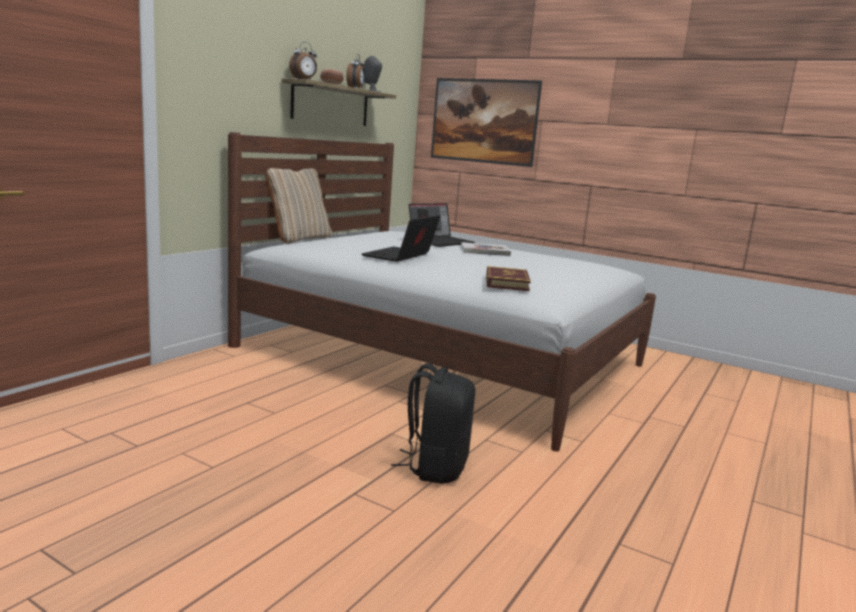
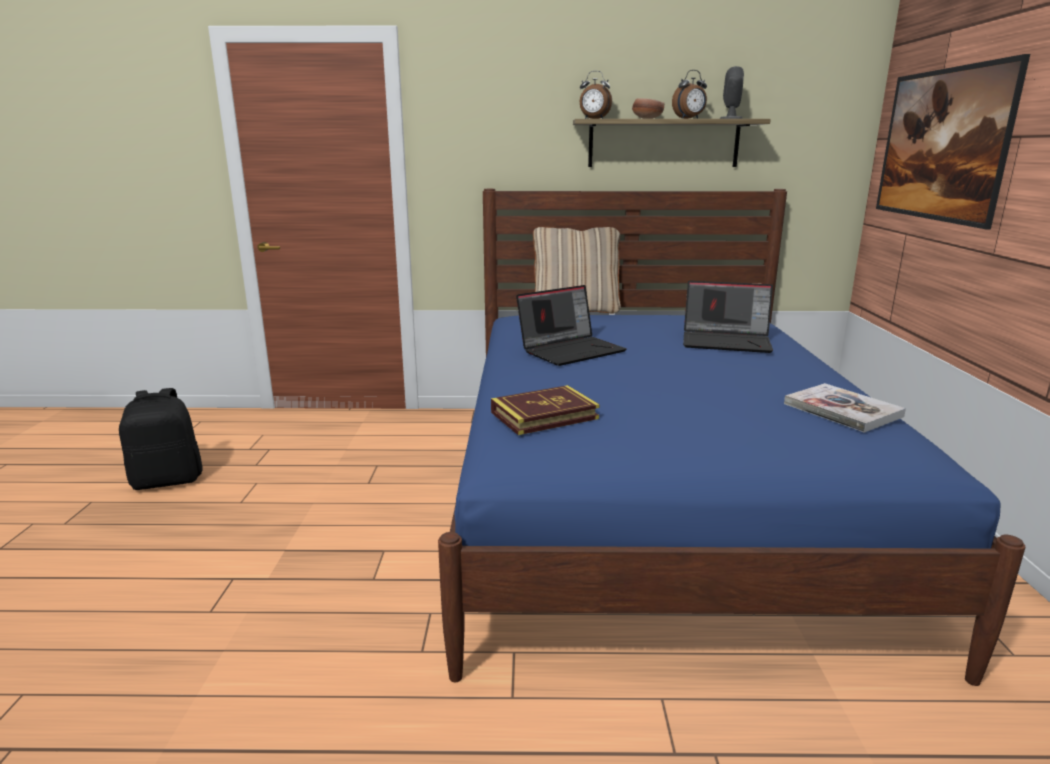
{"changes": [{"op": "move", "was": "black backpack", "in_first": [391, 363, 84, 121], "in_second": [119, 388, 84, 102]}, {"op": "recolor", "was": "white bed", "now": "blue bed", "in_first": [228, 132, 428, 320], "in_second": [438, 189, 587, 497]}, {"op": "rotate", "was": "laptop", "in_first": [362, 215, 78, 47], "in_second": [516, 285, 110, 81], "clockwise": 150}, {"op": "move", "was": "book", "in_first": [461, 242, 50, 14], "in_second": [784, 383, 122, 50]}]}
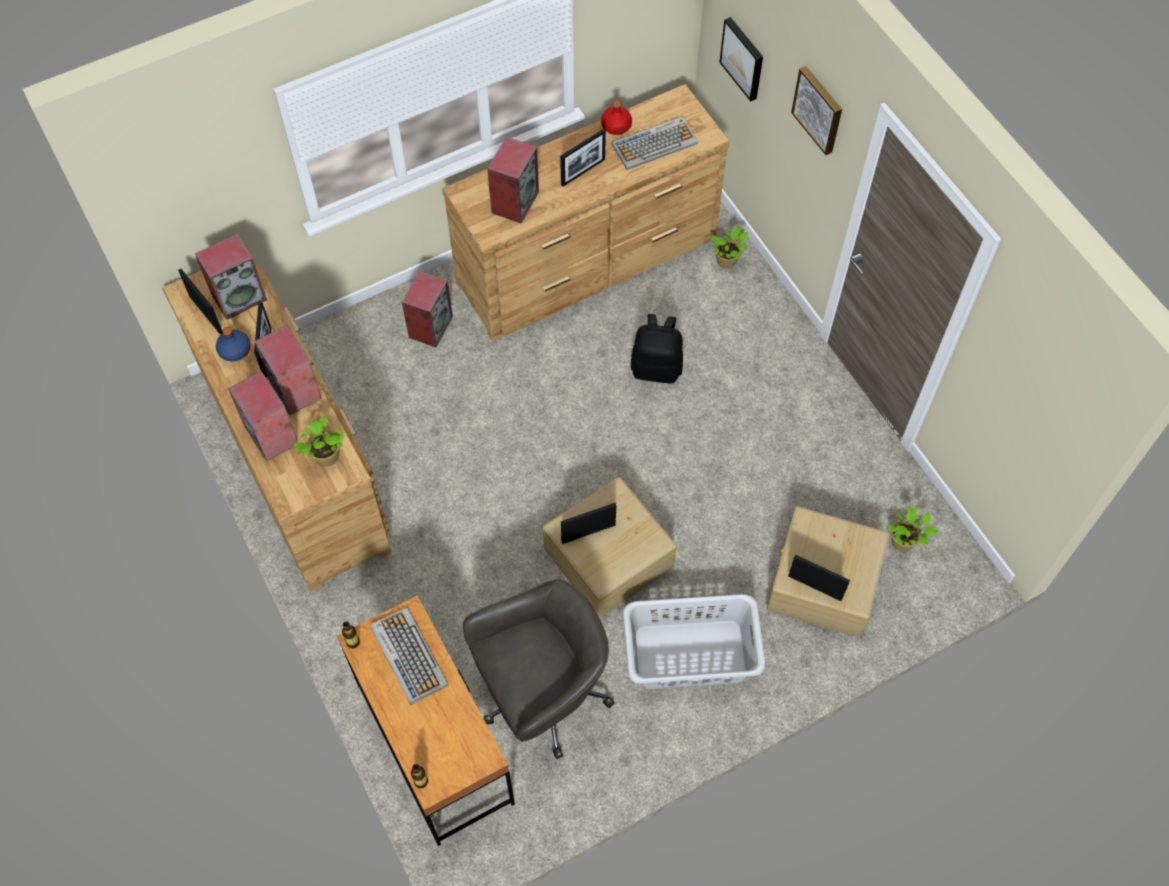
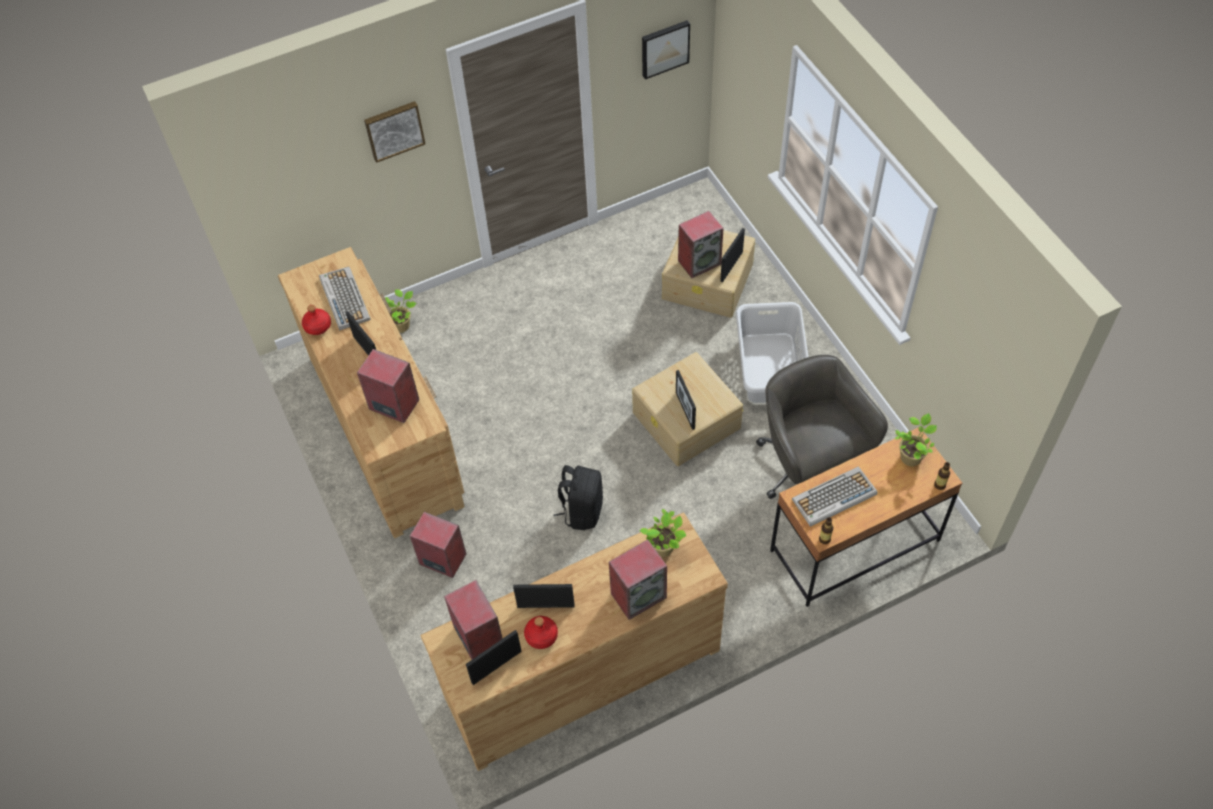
{"changes": [{"op": "recolor", "was": "blue bottle", "now": "red bottle", "in_first": [216, 327, 35, 34], "in_second": [524, 616, 34, 33]}, {"op": "move", "was": "black backpack", "in_first": [631, 314, 52, 69], "in_second": [553, 465, 50, 65]}, {"op": "move", "was": "picture", "in_first": [719, 17, 44, 85], "in_second": [642, 20, 48, 60]}, {"op": "move", "was": "speaker", "in_first": [254, 325, 68, 90], "in_second": [678, 211, 46, 67]}, {"op": "move", "was": "potted plant", "in_first": [886, 505, 52, 47], "in_second": [895, 413, 42, 53]}]}
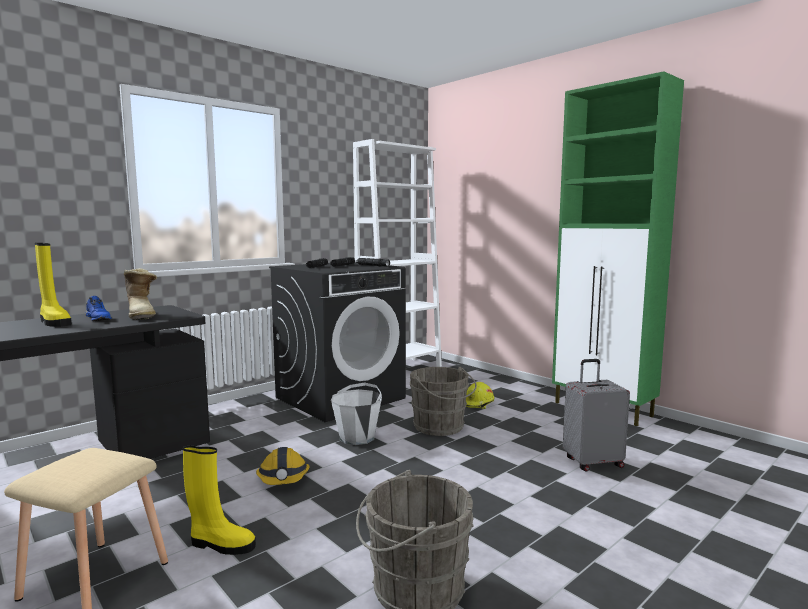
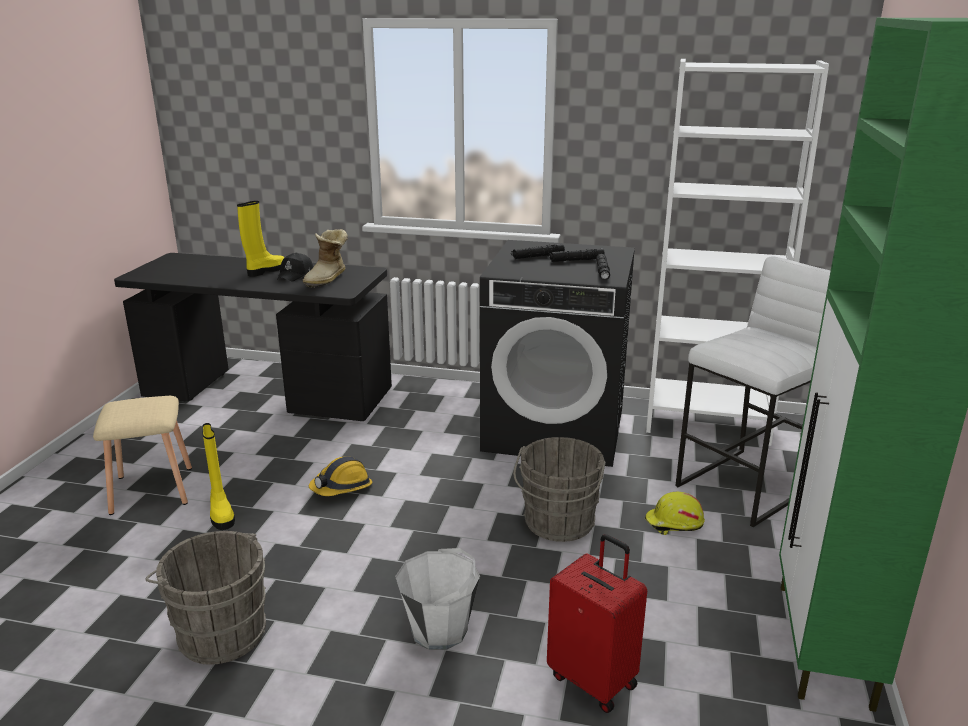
{"changes": [{"op": "rotate", "was": "yellow boot", "in_first": [35, 243, 37, 84], "in_second": [237, 201, 48, 76], "clockwise": -150}, {"op": "replace", "was": "blue shoe", "now": "black cap", "in_first": [85, 296, 26, 25], "in_second": [277, 252, 36, 29]}, {"op": "move", "was": "white bucket", "in_first": [331, 382, 51, 63], "in_second": [395, 548, 85, 102]}, {"op": "recolor", "was": "grey suitcase", "now": "red suitcase", "in_first": [563, 359, 67, 113], "in_second": [547, 534, 100, 179]}, {"op": "insert", "now": "white stool", "in_second": [675, 256, 156, 271]}]}
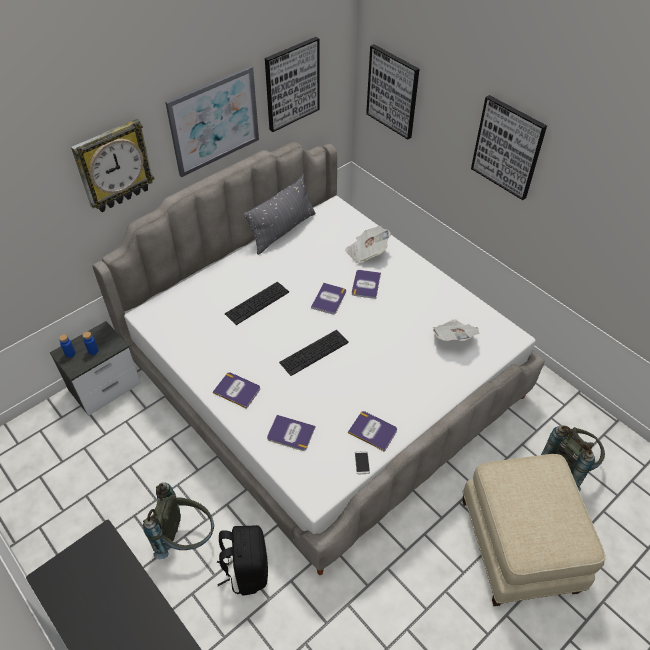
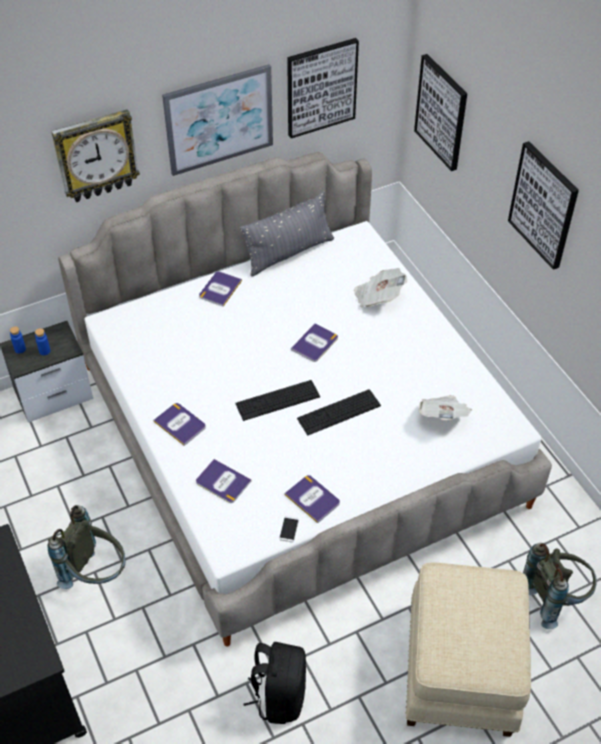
{"changes": [{"op": "move", "was": "book", "in_first": [352, 270, 29, 29], "in_second": [199, 271, 43, 36]}, {"op": "move", "was": "black backpack", "in_first": [217, 525, 51, 70], "in_second": [243, 642, 63, 82]}, {"op": "move", "was": "keyboard", "in_first": [225, 282, 64, 43], "in_second": [297, 389, 84, 46]}]}
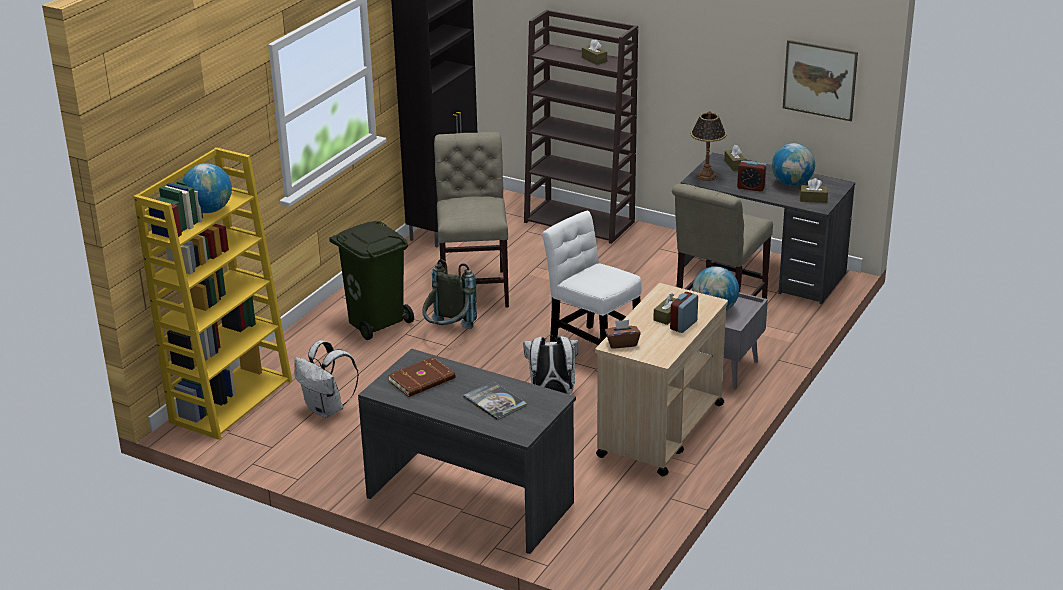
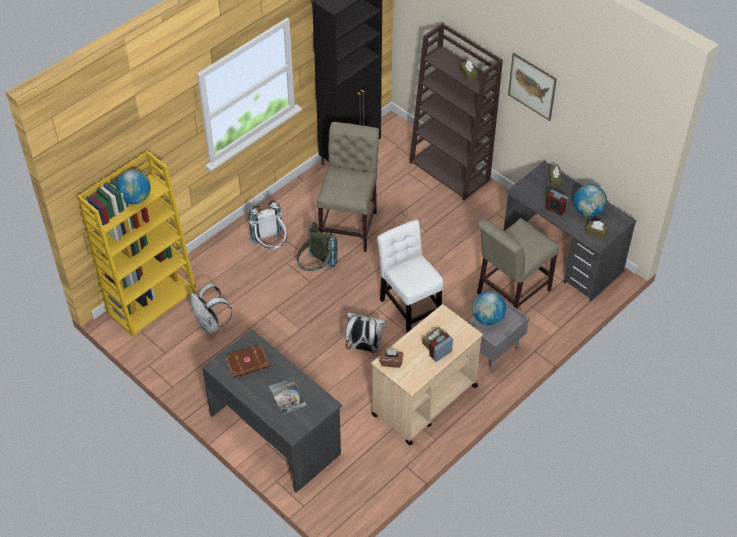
{"changes": [{"op": "replace", "was": "green trash can", "now": "white backpack", "in_first": [329, 221, 85, 119], "in_second": [249, 200, 38, 49]}, {"op": "move", "was": "picture", "in_first": [783, 40, 75, 81], "in_second": [508, 53, 49, 68]}, {"op": "delete", "was": "table lamp", "in_first": [690, 111, 37, 70]}]}
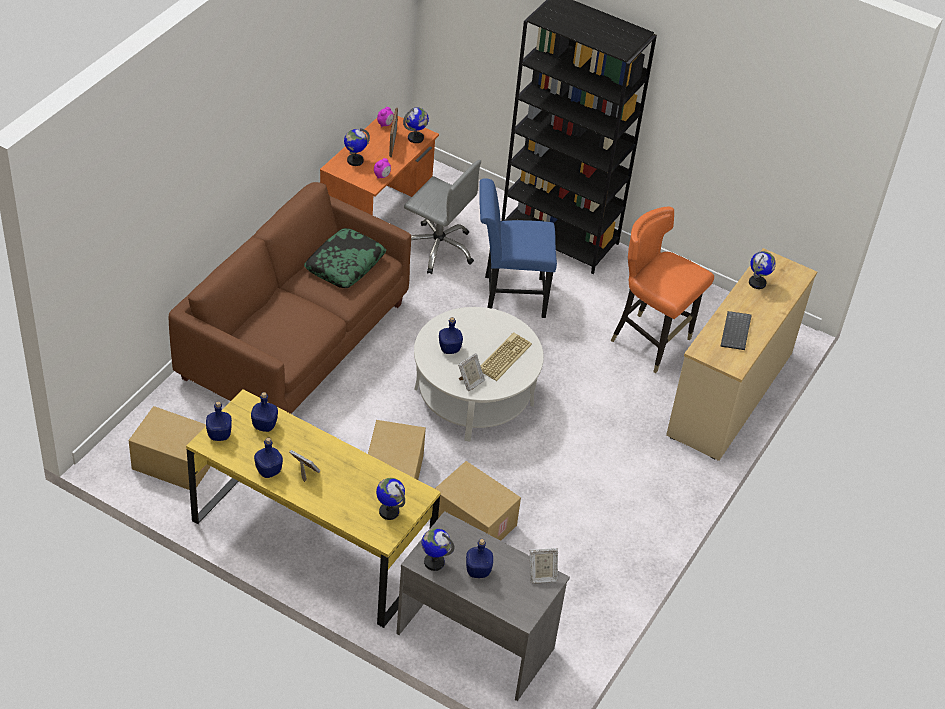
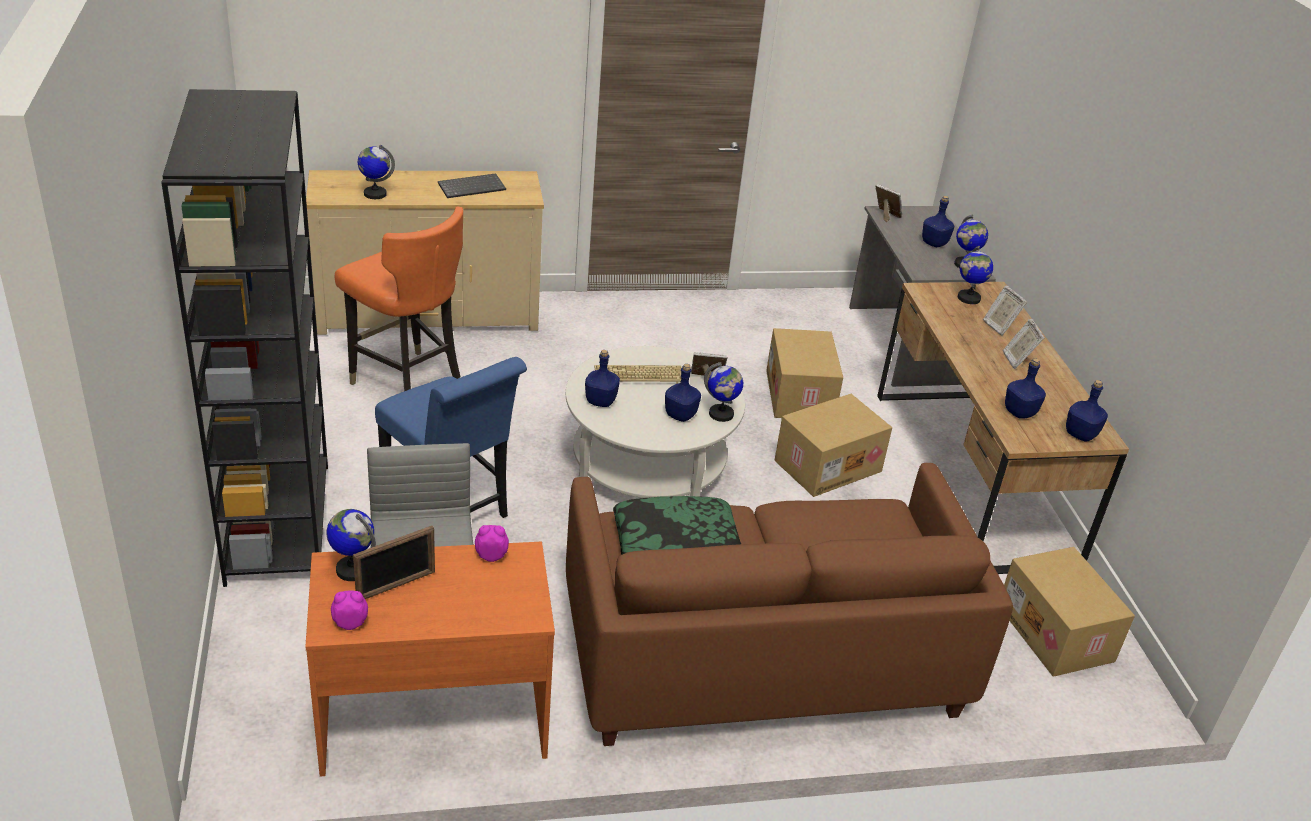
{"changes": [{"op": "rotate", "was": "orange chair", "in_first": [611, 207, 103, 166], "in_second": [335, 207, 128, 184], "clockwise": -45}, {"op": "move", "was": "blue bottle", "in_first": [254, 438, 29, 40], "in_second": [585, 350, 35, 57]}, {"op": "move", "was": "globe", "in_first": [344, 128, 26, 38], "in_second": [704, 362, 39, 60]}, {"op": "recolor", "was": "yellow desk", "now": "brown desk", "in_first": [186, 389, 255, 239], "in_second": [877, 282, 252, 292]}, {"op": "insert", "now": "picture frame", "in_second": [983, 285, 44, 51]}]}
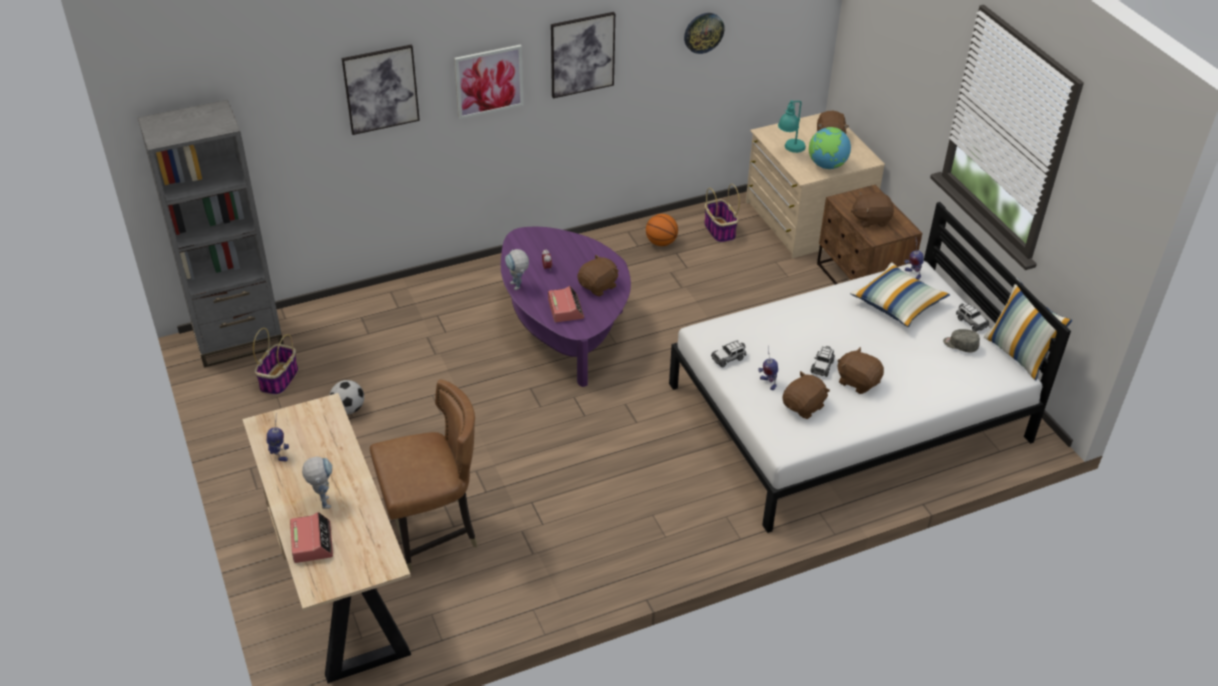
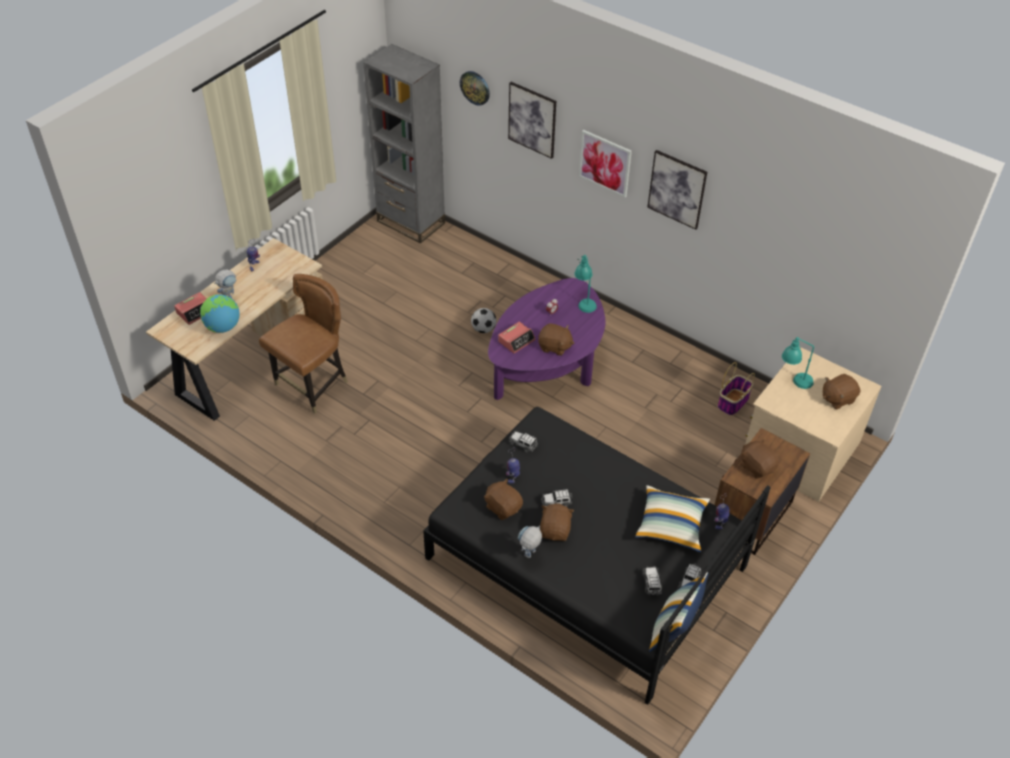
{"changes": [{"op": "move", "was": "globe", "in_first": [809, 127, 42, 42], "in_second": [200, 294, 40, 39]}, {"op": "rotate", "was": "brown chair", "in_first": [370, 379, 108, 193], "in_second": [259, 274, 89, 139], "clockwise": -90}, {"op": "recolor", "was": "white bed", "now": "black bed", "in_first": [669, 202, 402, 331], "in_second": [423, 407, 348, 298]}, {"op": "move", "was": "wall clock", "in_first": [684, 13, 41, 41], "in_second": [460, 71, 30, 35]}, {"op": "move", "was": "football", "in_first": [330, 380, 34, 34], "in_second": [471, 308, 25, 25]}, {"op": "rotate", "was": "brown plush toy", "in_first": [782, 371, 48, 48], "in_second": [484, 479, 39, 41], "clockwise": -150}, {"op": "move", "was": "toy robot", "in_first": [505, 249, 24, 41], "in_second": [518, 526, 24, 32]}, {"op": "insert", "now": "turquoise table lamp", "in_second": [574, 255, 23, 58]}, {"op": "replace", "was": "grey cap", "now": "toy car", "in_first": [943, 329, 37, 23], "in_second": [642, 566, 20, 30]}, {"op": "delete", "was": "basket", "in_first": [253, 328, 45, 67]}, {"op": "delete", "was": "basketball", "in_first": [646, 214, 32, 32]}]}
